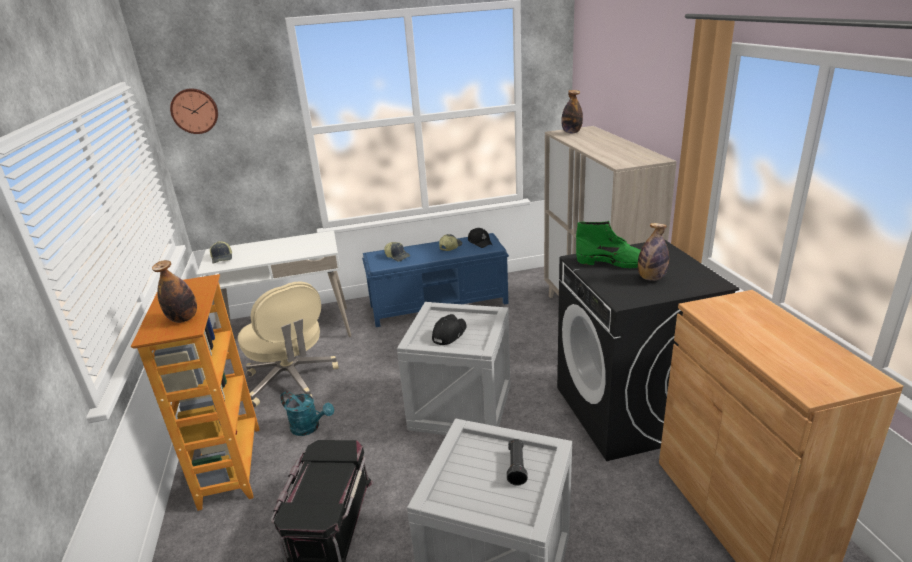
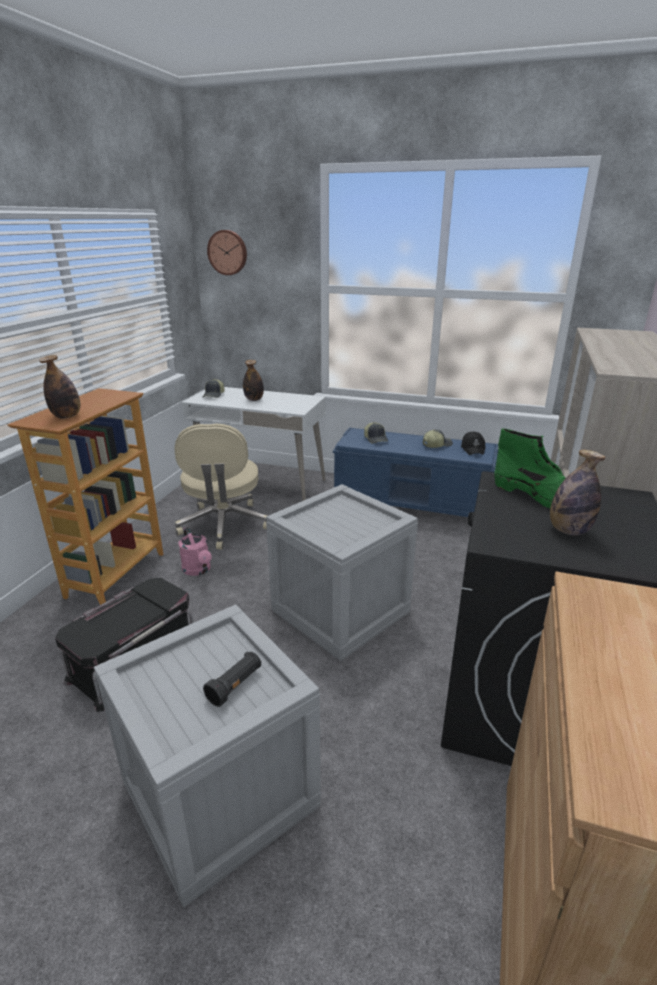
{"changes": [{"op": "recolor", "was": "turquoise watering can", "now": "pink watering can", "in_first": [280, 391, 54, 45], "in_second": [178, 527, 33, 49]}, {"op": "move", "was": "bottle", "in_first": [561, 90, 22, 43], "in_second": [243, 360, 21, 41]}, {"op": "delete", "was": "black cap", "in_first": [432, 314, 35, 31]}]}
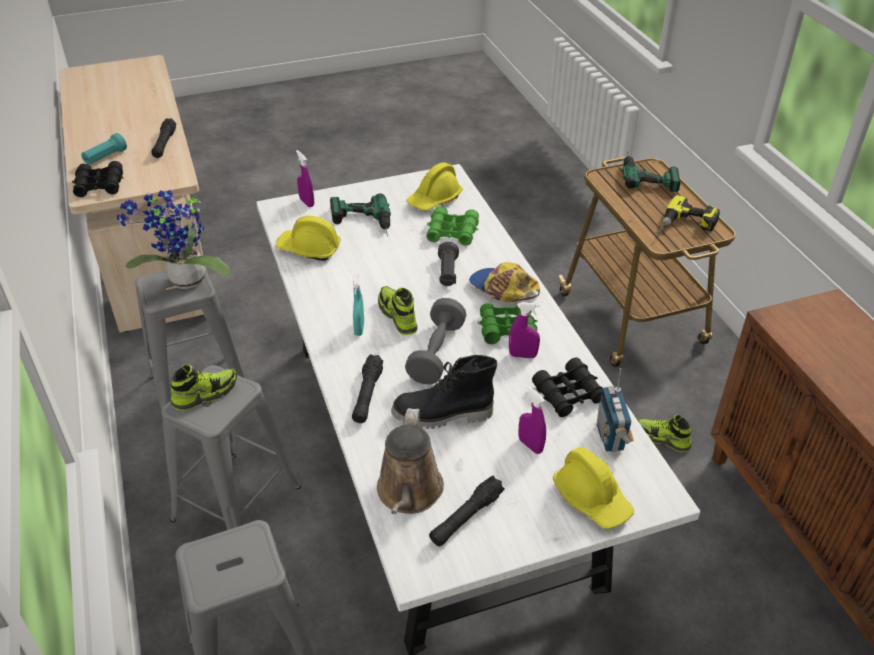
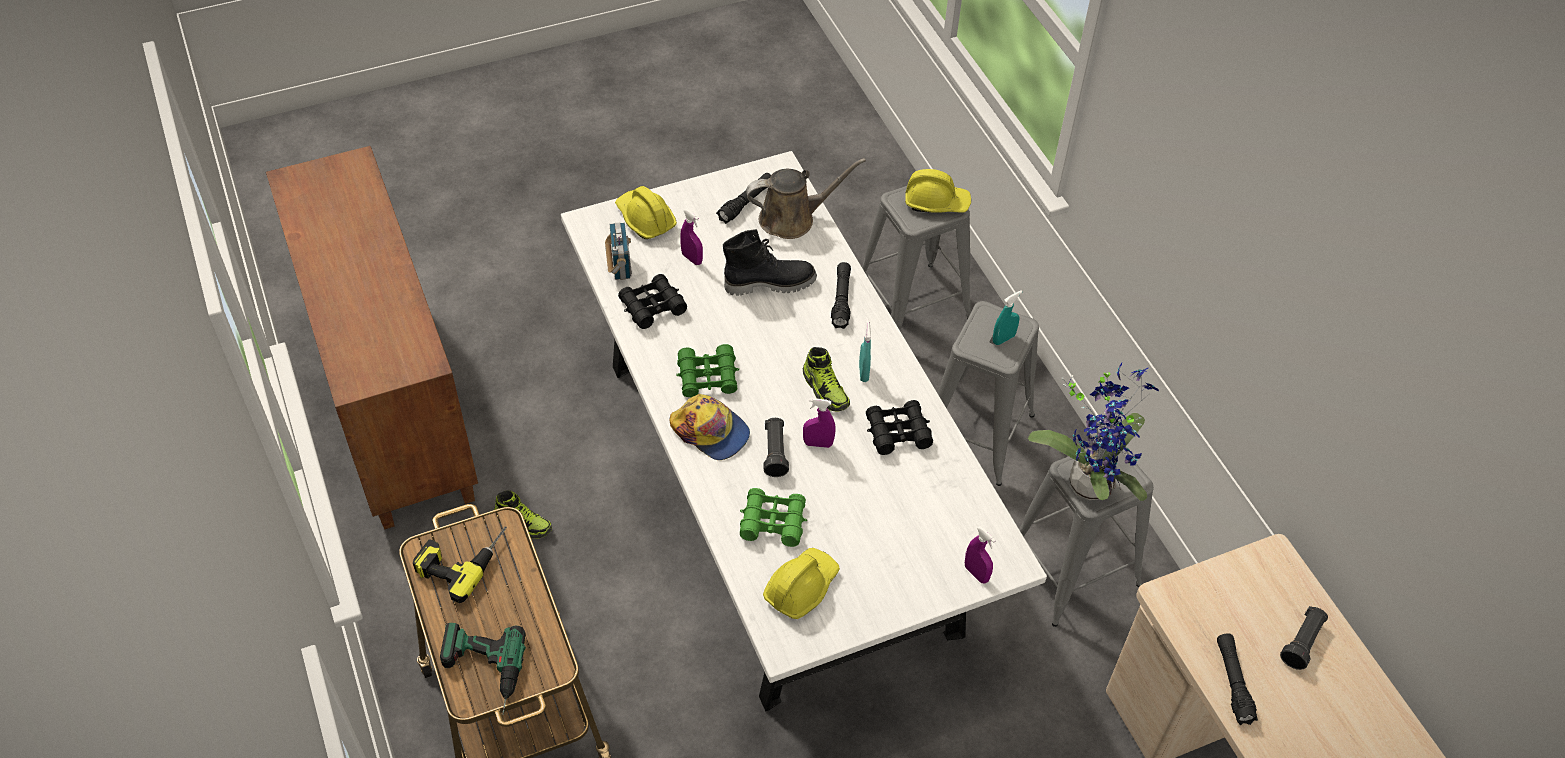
{"changes": [{"op": "rotate", "was": "brown watering can", "in_first": [377, 408, 67, 106], "in_second": [746, 158, 120, 81], "clockwise": 75}, {"op": "move", "was": "purple spray bottle", "in_first": [509, 302, 31, 56], "in_second": [803, 398, 32, 50]}, {"op": "move", "was": "black binoculars", "in_first": [72, 161, 51, 36], "in_second": [866, 400, 67, 55]}, {"op": "move", "was": "yellow hard hat", "in_first": [276, 216, 65, 45], "in_second": [905, 169, 66, 44]}, {"op": "replace", "was": "shoe", "now": "turquoise spray bottle", "in_first": [171, 364, 66, 47], "in_second": [993, 290, 29, 55]}, {"op": "recolor", "was": "turquoise flashlight", "now": "black flashlight", "in_first": [81, 133, 46, 32], "in_second": [1280, 606, 48, 64]}, {"op": "delete", "was": "power drill", "in_first": [330, 193, 61, 43]}, {"op": "delete", "was": "grey dumbbell", "in_first": [405, 298, 61, 86]}]}
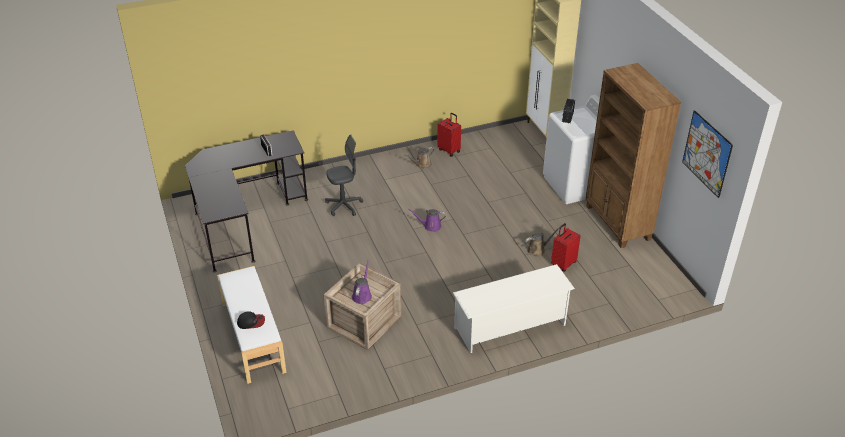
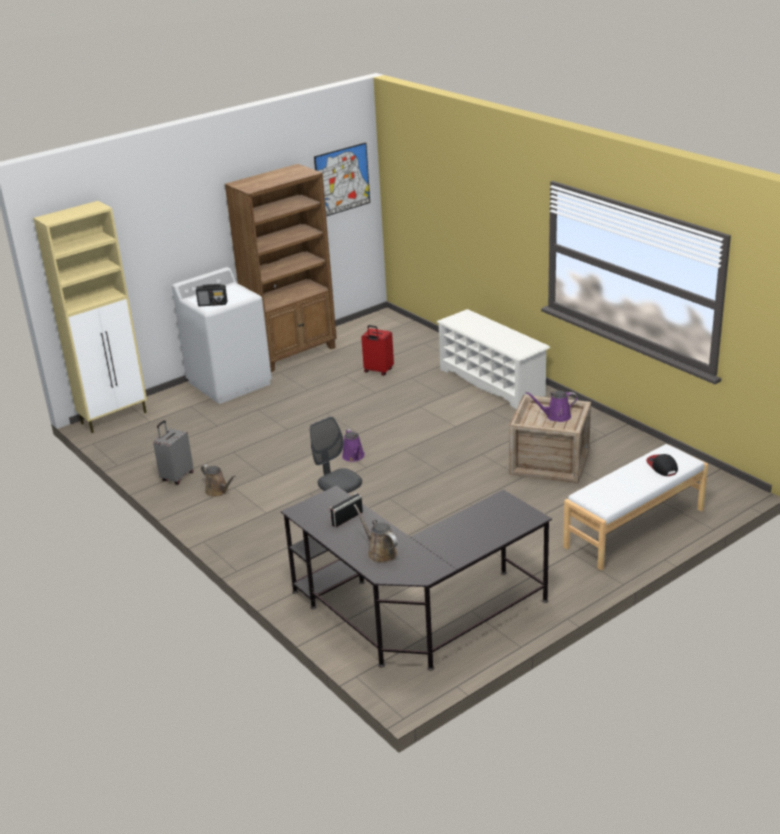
{"changes": [{"op": "recolor", "was": "red suitcase", "now": "grey suitcase", "in_first": [437, 113, 24, 44], "in_second": [153, 420, 41, 64]}, {"op": "move", "was": "brown watering can", "in_first": [525, 227, 35, 29], "in_second": [354, 504, 44, 59]}]}
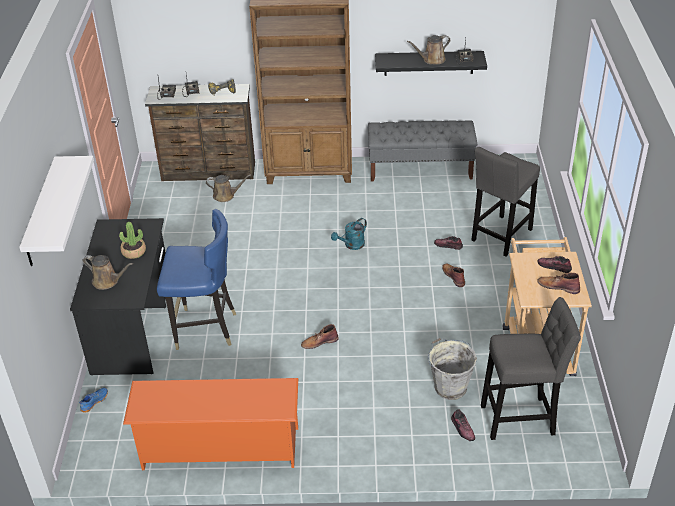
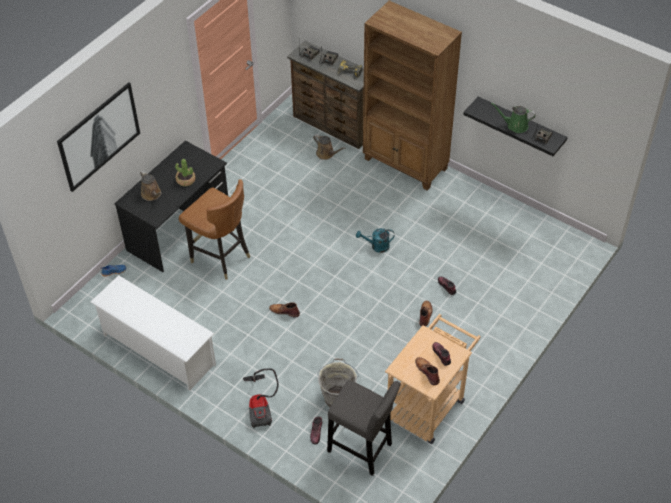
{"changes": [{"op": "replace", "was": "white shelf", "now": "picture", "in_first": [19, 156, 75, 110], "in_second": [57, 82, 83, 110]}, {"op": "recolor", "was": "orange shoe rack", "now": "white shoe rack", "in_first": [123, 378, 175, 92], "in_second": [91, 275, 125, 116]}, {"op": "recolor", "was": "blue chair", "now": "brown chair", "in_first": [157, 209, 79, 141], "in_second": [179, 179, 71, 101]}, {"op": "insert", "now": "vacuum cleaner", "in_second": [243, 368, 36, 60]}, {"op": "recolor", "was": "brown watering can", "now": "green watering can", "in_first": [407, 35, 43, 29], "in_second": [491, 103, 45, 30]}, {"op": "delete", "was": "grey bench", "in_first": [368, 120, 109, 62]}, {"op": "delete", "was": "grey stool", "in_first": [471, 147, 69, 109]}]}
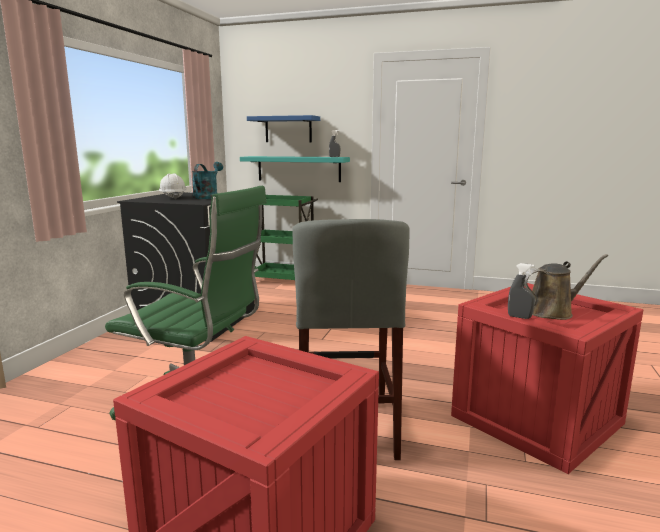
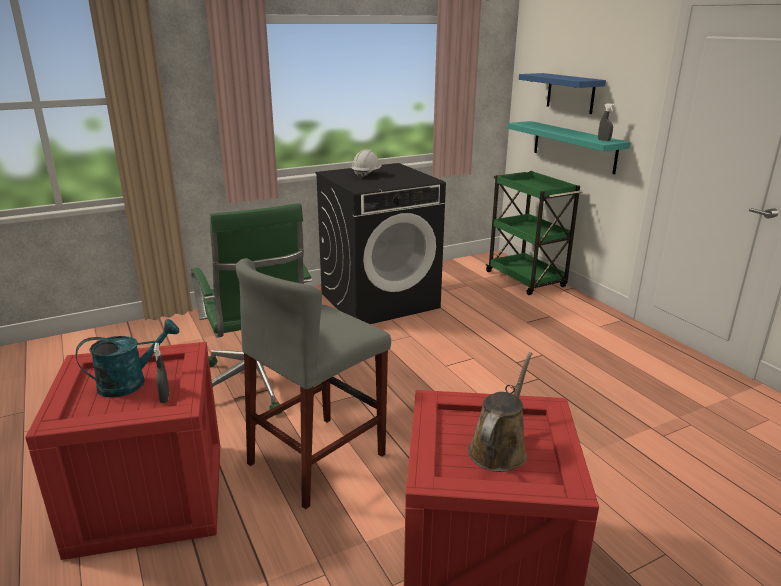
{"changes": [{"op": "move", "was": "turquoise watering can", "in_first": [192, 162, 31, 37], "in_second": [76, 319, 104, 79]}, {"op": "move", "was": "grey spray bottle", "in_first": [508, 263, 27, 56], "in_second": [154, 343, 15, 60]}, {"op": "rotate", "was": "brown watering can", "in_first": [524, 254, 84, 66], "in_second": [468, 352, 64, 120], "clockwise": -90}]}
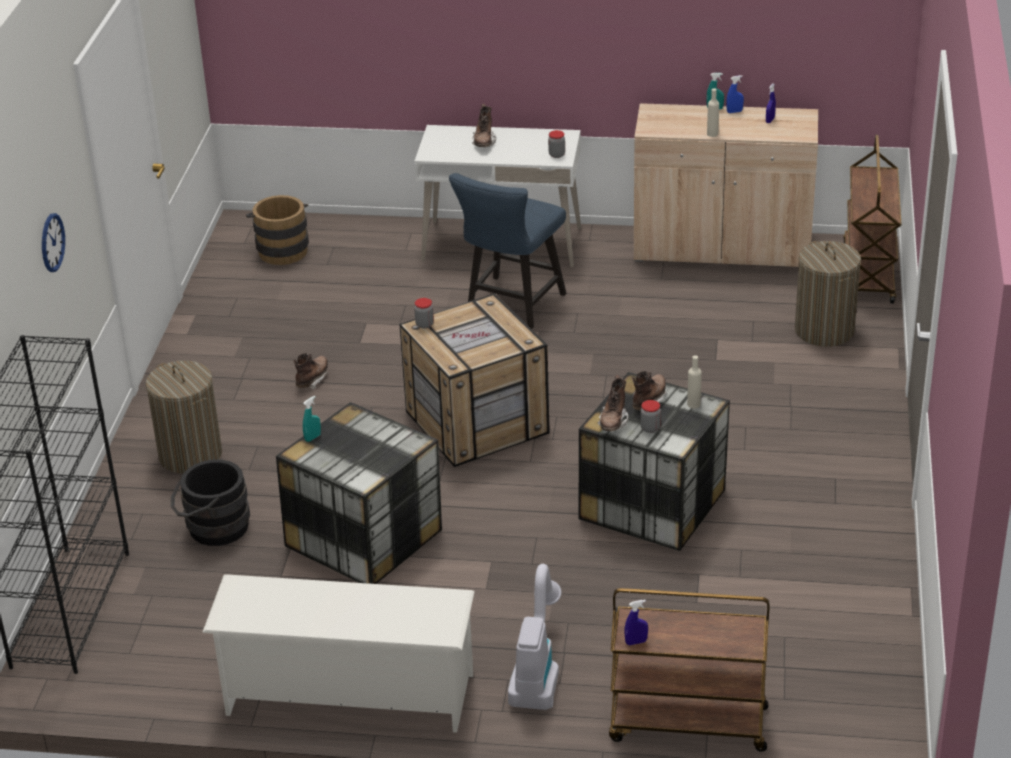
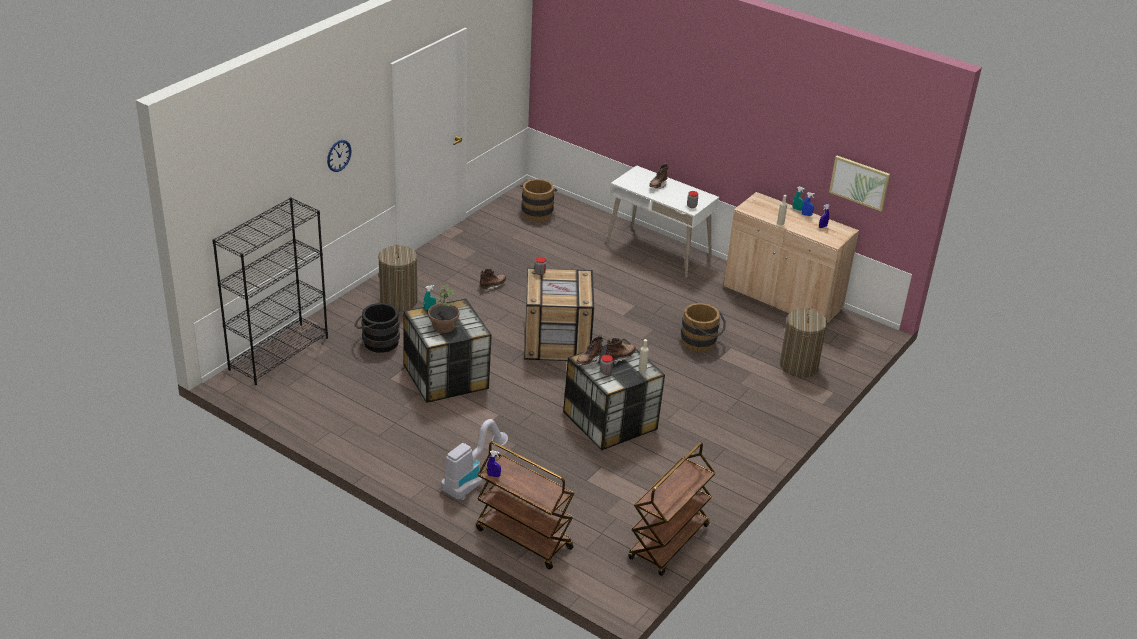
{"changes": [{"op": "insert", "now": "potted plant", "in_second": [428, 285, 32, 48]}, {"op": "move", "was": "brown cart", "in_first": [843, 135, 58, 168], "in_second": [628, 442, 87, 134]}, {"op": "insert", "now": "brown bucket", "in_second": [681, 303, 45, 49]}, {"op": "insert", "now": "picture", "in_second": [829, 156, 61, 55]}, {"op": "delete", "was": "white shoe rack", "in_first": [202, 574, 273, 158]}, {"op": "delete", "was": "blue chair", "in_first": [449, 173, 118, 156]}]}
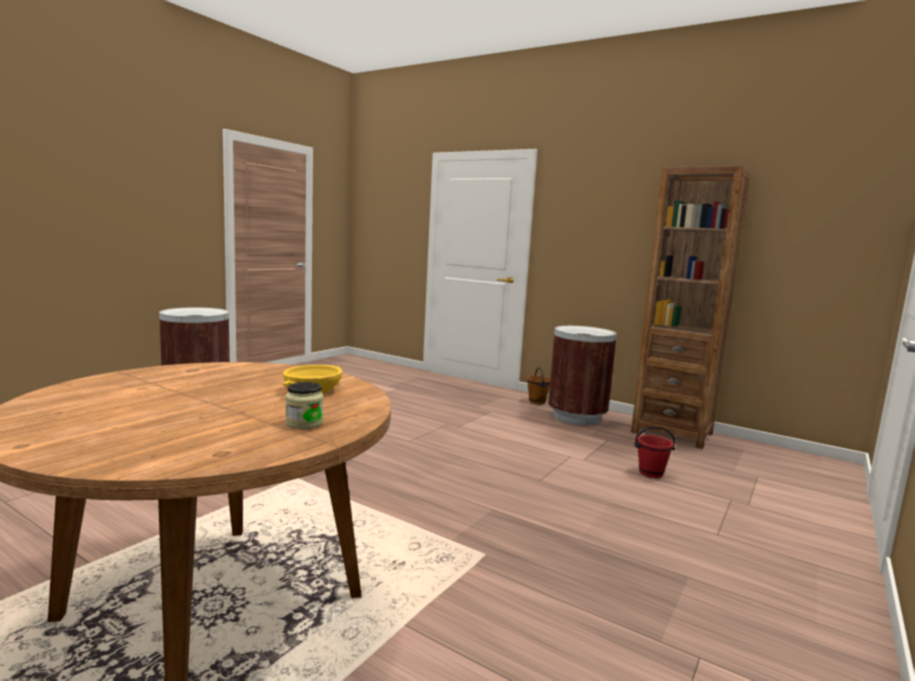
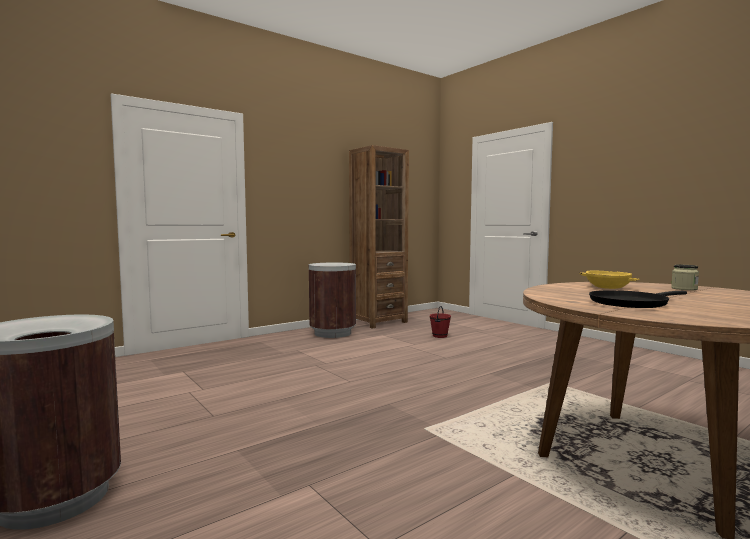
{"changes": [{"op": "insert", "now": "black frying pan", "in_second": [589, 290, 98, 18]}, {"op": "delete", "was": "brown bucket", "in_first": [527, 368, 23, 36]}]}
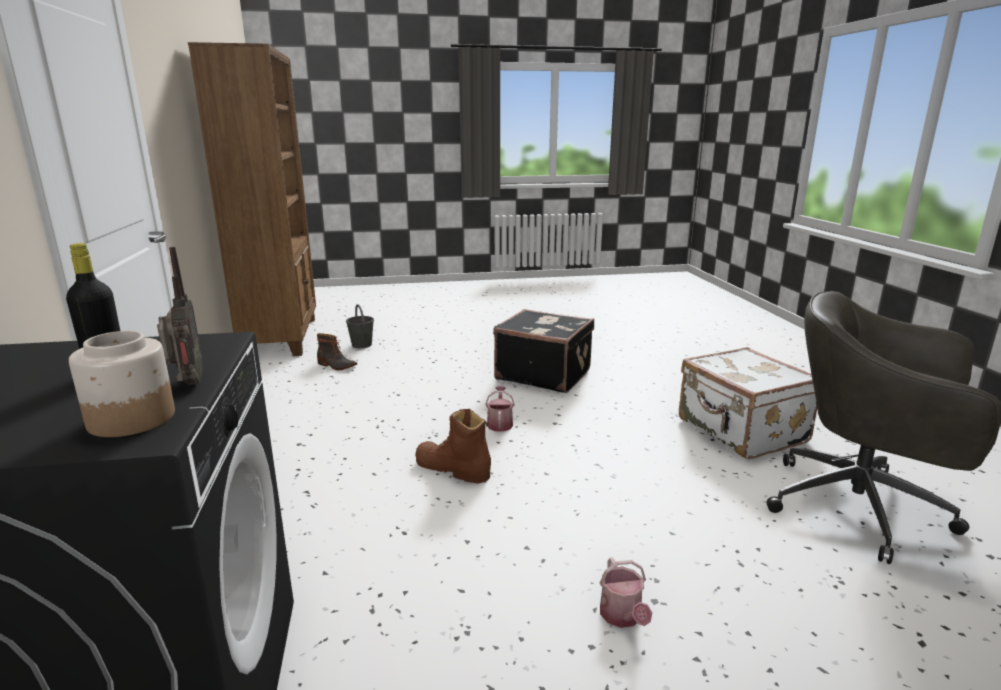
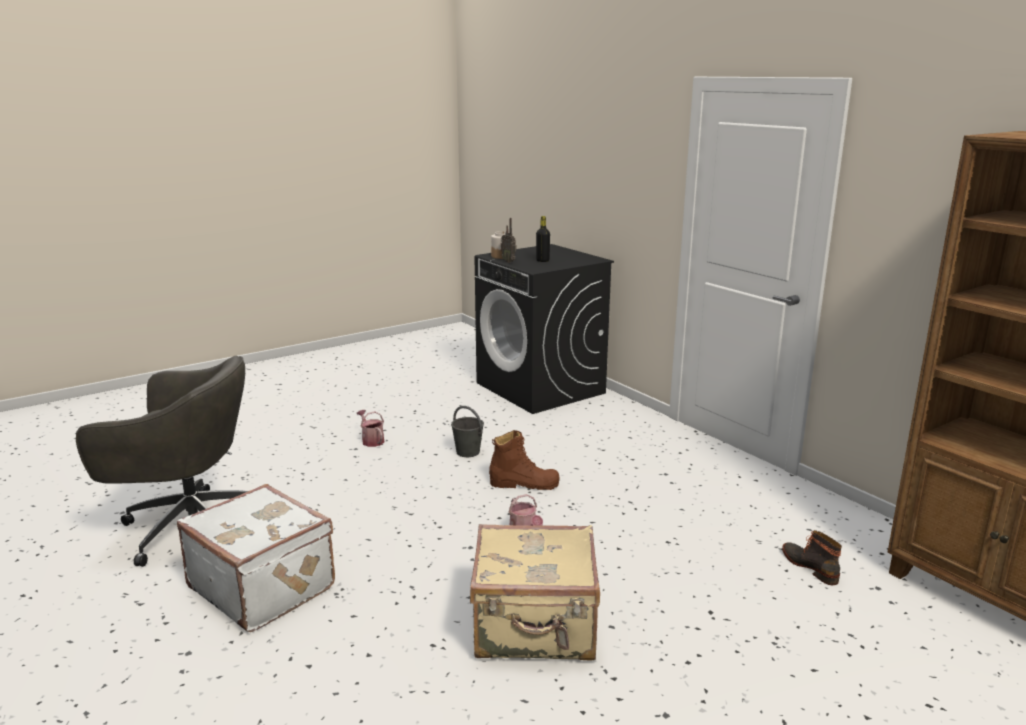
{"changes": [{"op": "move", "was": "grey bucket", "in_first": [346, 304, 28, 44], "in_second": [451, 406, 33, 51]}, {"op": "recolor", "was": "black suitcase", "now": "beige suitcase", "in_first": [493, 309, 101, 84], "in_second": [470, 524, 130, 137]}, {"op": "rotate", "was": "boot", "in_first": [317, 333, 40, 37], "in_second": [782, 530, 60, 55], "clockwise": 60}]}
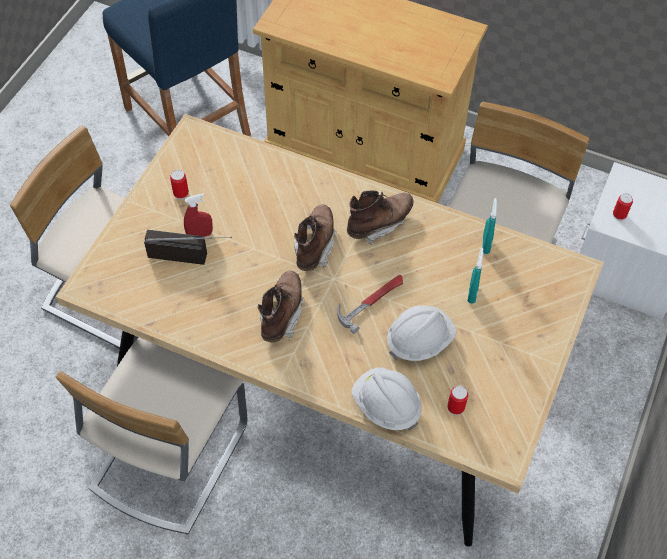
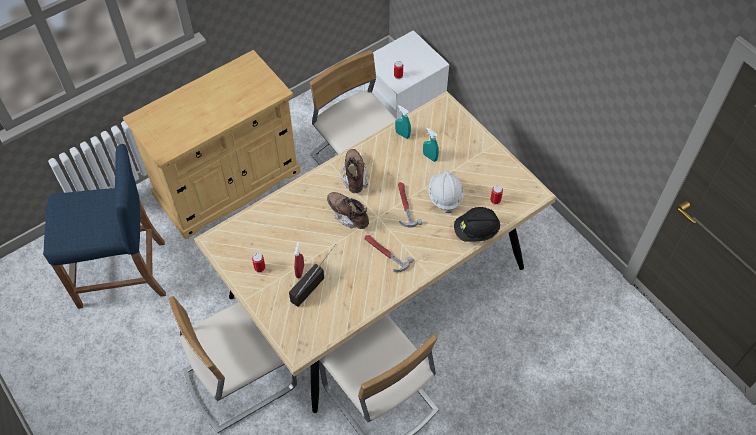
{"changes": [{"op": "replace", "was": "brown boot", "now": "hammer", "in_first": [258, 271, 47, 72], "in_second": [364, 235, 50, 37]}, {"op": "recolor", "was": "white hard hat", "now": "black hard hat", "in_first": [352, 367, 70, 64], "in_second": [454, 207, 46, 35]}]}
